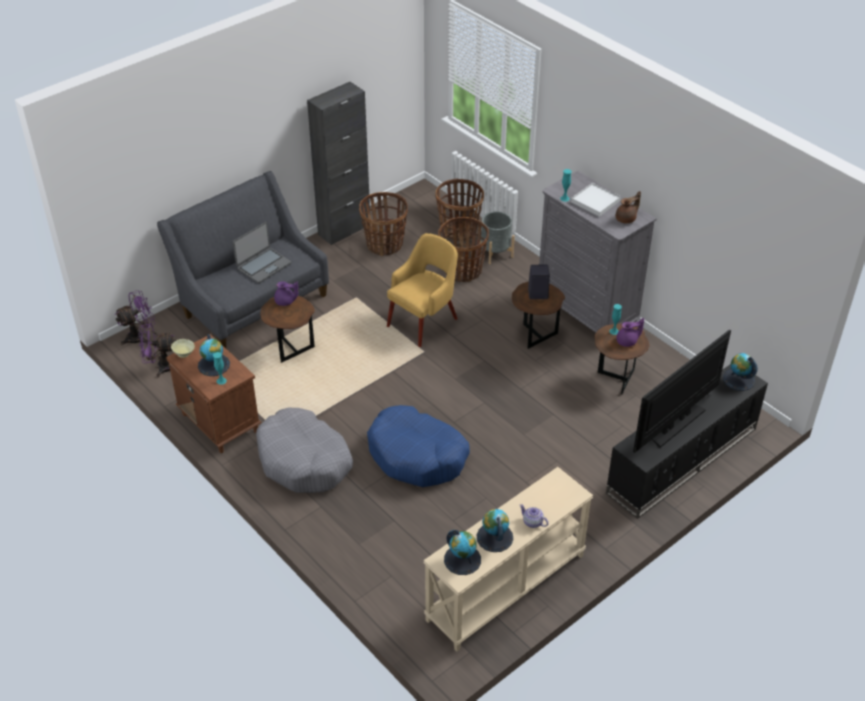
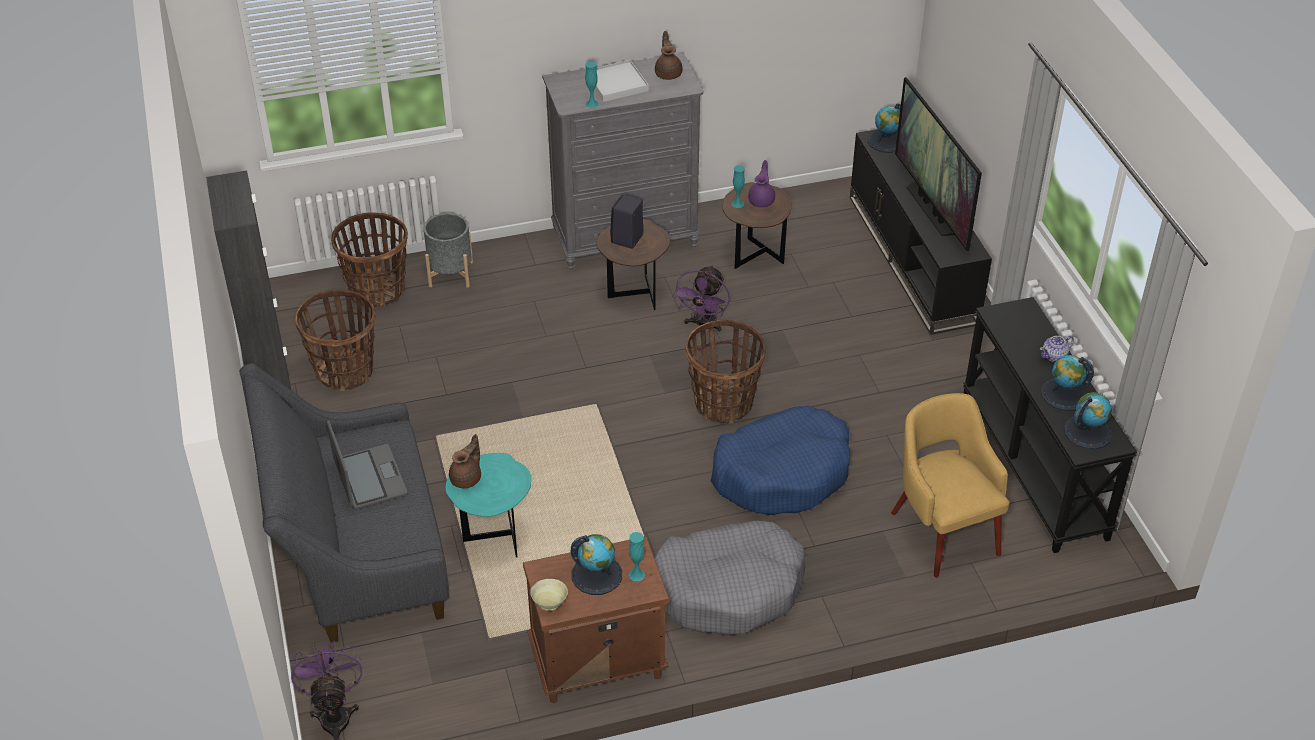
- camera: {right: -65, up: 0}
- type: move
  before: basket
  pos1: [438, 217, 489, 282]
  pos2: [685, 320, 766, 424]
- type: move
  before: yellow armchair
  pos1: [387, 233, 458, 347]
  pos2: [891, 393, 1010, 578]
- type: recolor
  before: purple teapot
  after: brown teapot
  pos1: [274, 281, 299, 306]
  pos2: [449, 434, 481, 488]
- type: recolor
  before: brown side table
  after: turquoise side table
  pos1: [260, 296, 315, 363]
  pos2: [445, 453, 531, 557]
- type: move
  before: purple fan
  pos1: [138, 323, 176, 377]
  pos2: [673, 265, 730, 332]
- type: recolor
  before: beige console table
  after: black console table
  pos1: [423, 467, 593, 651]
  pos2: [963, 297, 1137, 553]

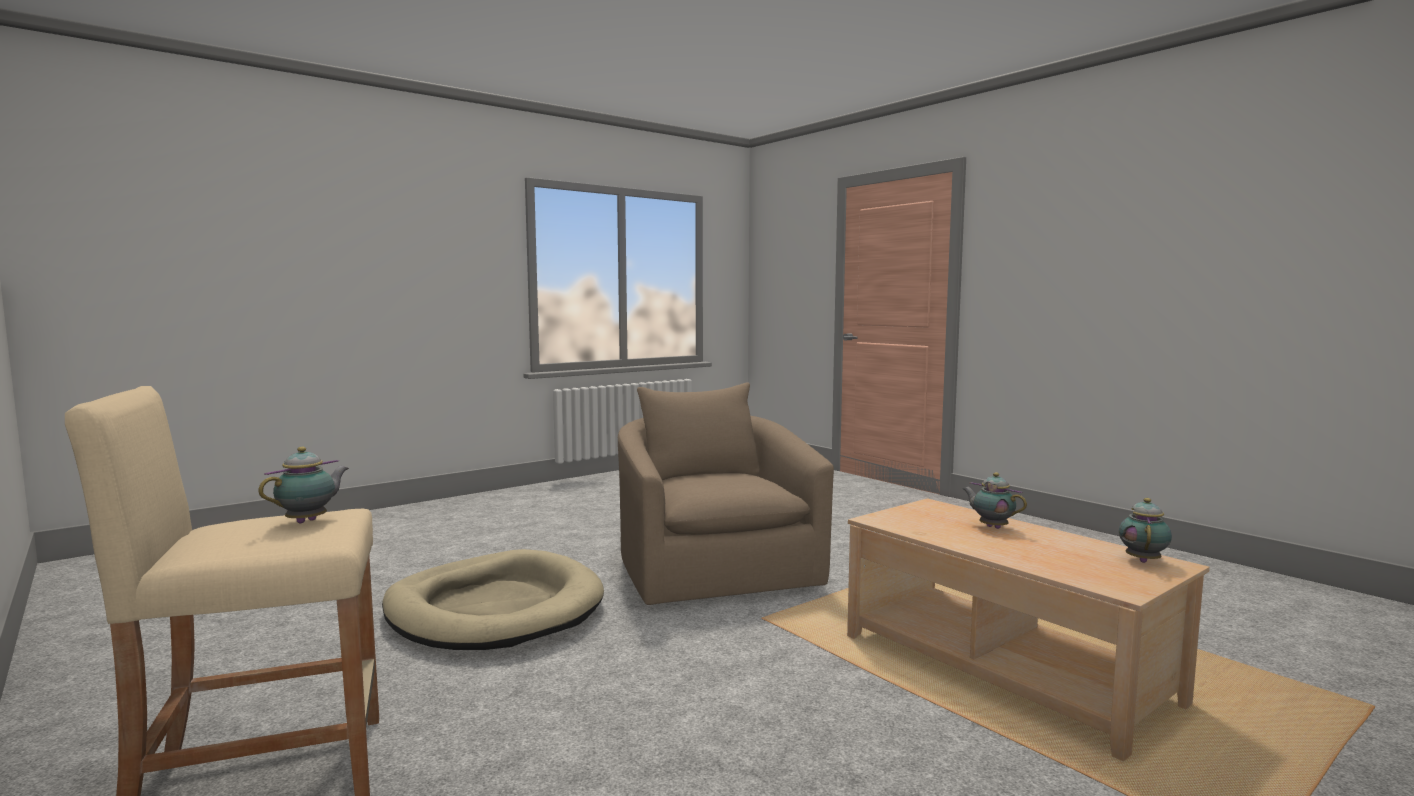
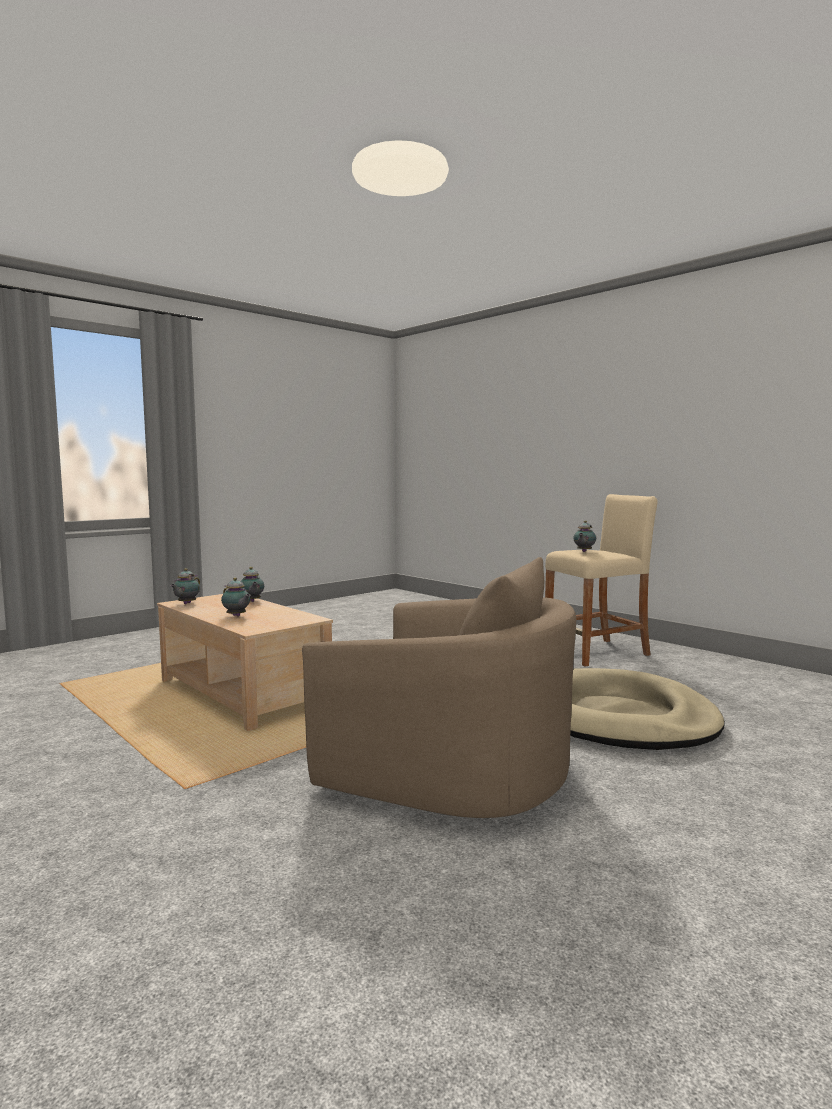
- camera: {right: 175, up: 0}
- type: rotate
  before: beige armchair
  pos1: [618, 383, 834, 605]
  pos2: [302, 557, 576, 818]
  turn: -45
- type: insert
  after: teapot
  pos2: [241, 567, 264, 602]

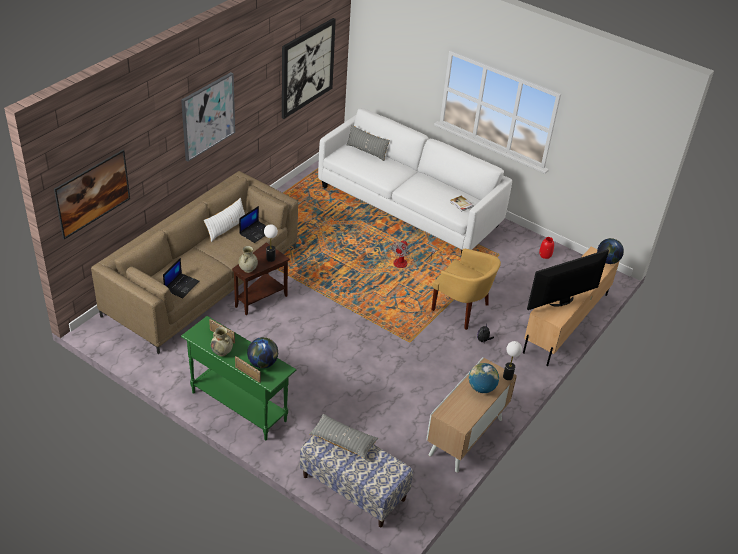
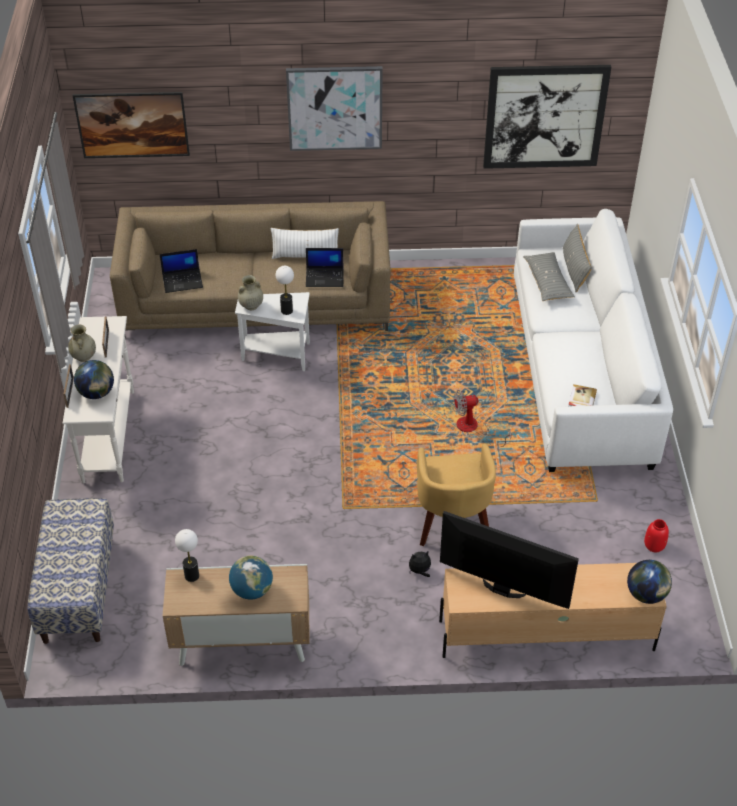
- camera: {right: 55, up: 5}
- type: recolor
  before: brown side table
  after: white side table
  pos1: [232, 243, 290, 315]
  pos2: [235, 292, 310, 371]
- type: recolor
  before: green console table
  after: white console table
  pos1: [181, 316, 296, 440]
  pos2: [63, 316, 134, 484]
- type: move
  before: table lamp
  pos1: [503, 341, 522, 380]
  pos2: [175, 529, 199, 582]
- type: move
  before: grey pillow
  pos1: [309, 414, 378, 459]
  pos2: [523, 252, 575, 301]

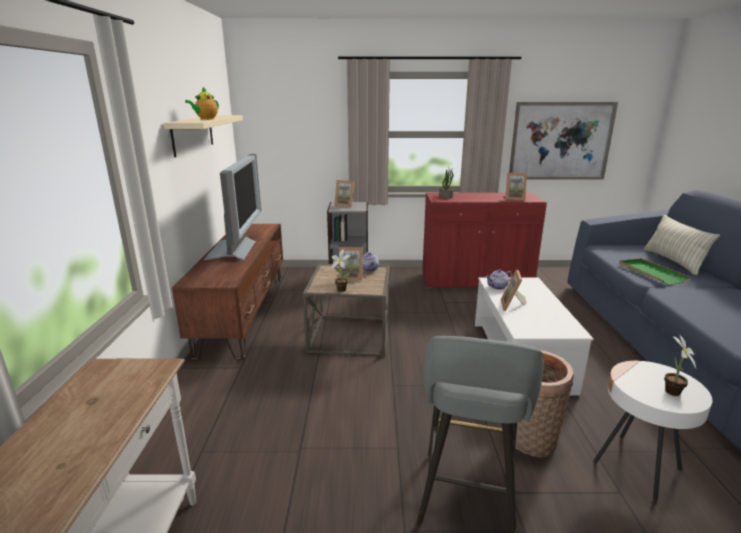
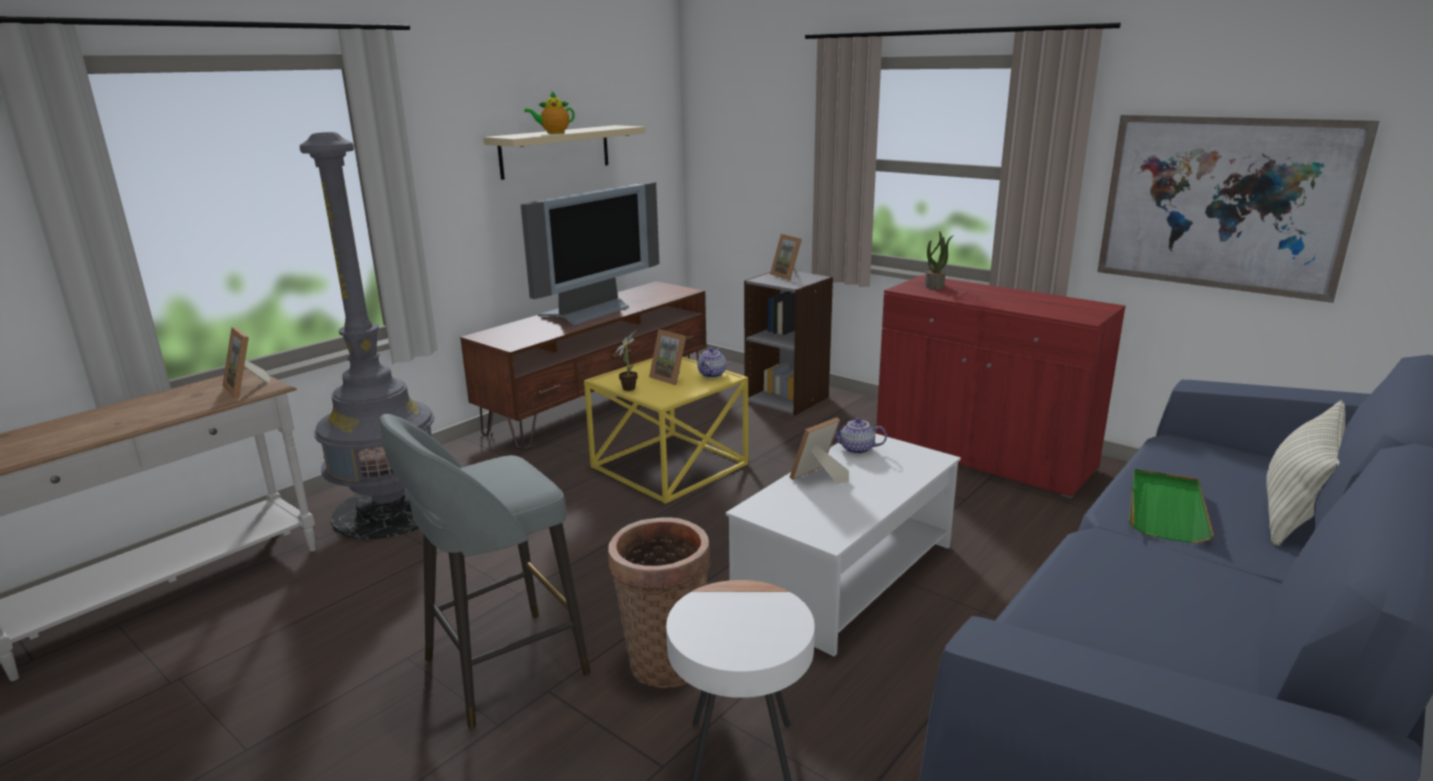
- camera: {right: 40, up: 0}
- type: move
  before: picture frame
  pos1: [505, 173, 527, 200]
  pos2: [222, 327, 271, 398]
- type: recolor
  before: brown side table
  after: yellow side table
  pos1: [303, 264, 390, 357]
  pos2: [584, 356, 748, 504]
- type: delete
  before: potted plant
  pos1: [664, 334, 696, 396]
- type: insert
  after: grey floor lamp
  pos2: [300, 132, 434, 539]

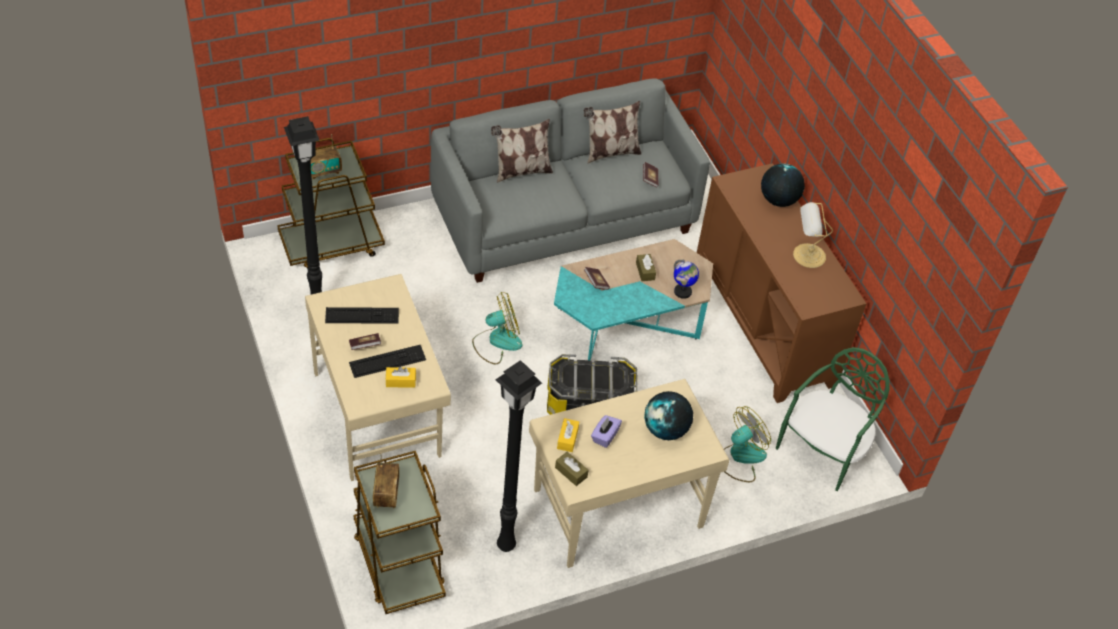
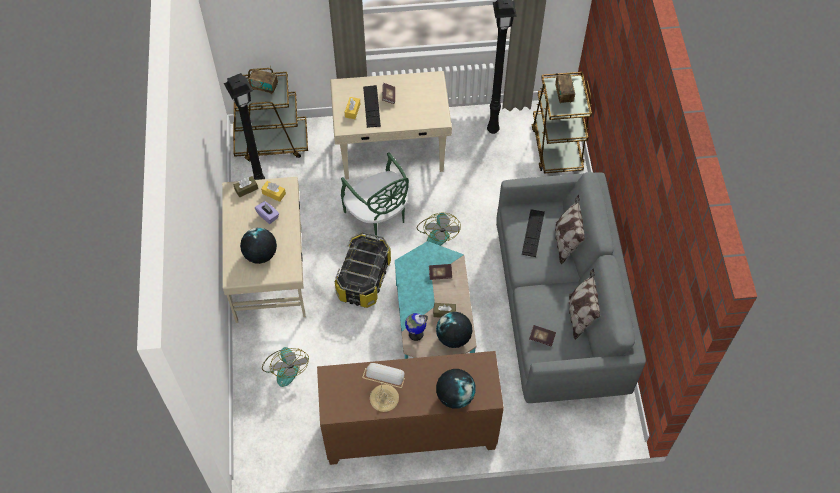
- camera: {right: 110, up: 10}
- type: move
  before: keyboard
  pos1: [325, 307, 399, 324]
  pos2: [522, 210, 545, 257]
- type: move
  before: green chair
  pos1: [776, 347, 889, 491]
  pos2: [341, 152, 409, 238]
- type: insert
  after: globe
  pos2: [436, 312, 472, 348]

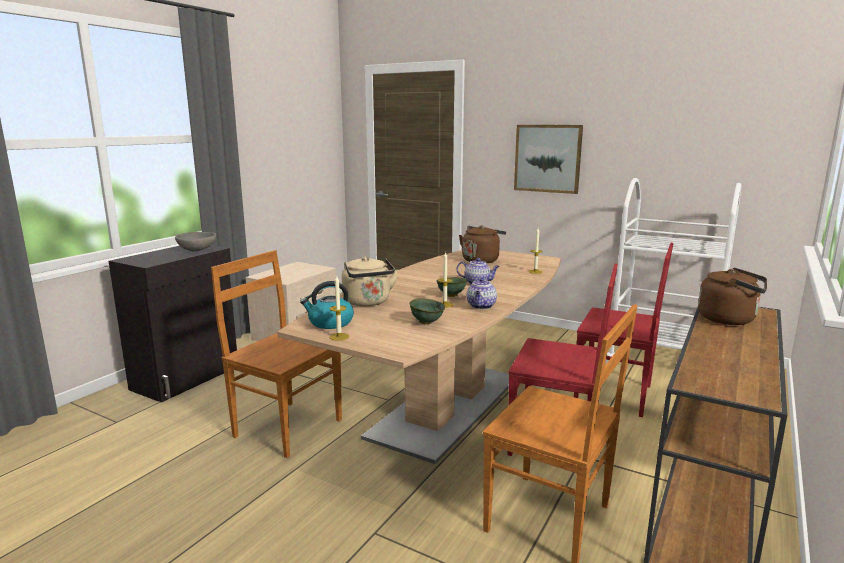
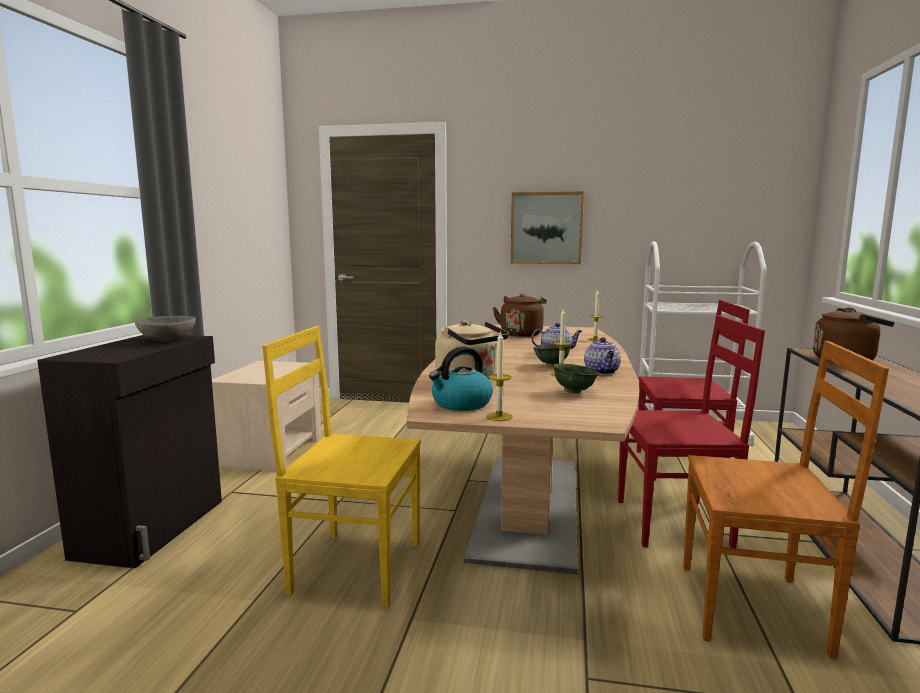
- camera: {right: -20, up: -5}
- type: recolor
  before: brown chair
  after: yellow chair
  pos1: [211, 250, 342, 458]
  pos2: [262, 326, 421, 607]

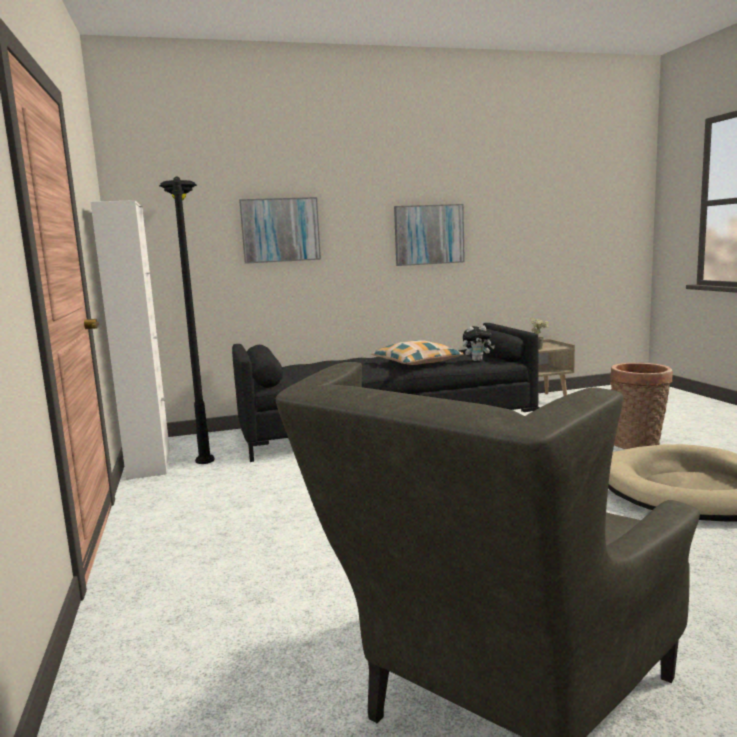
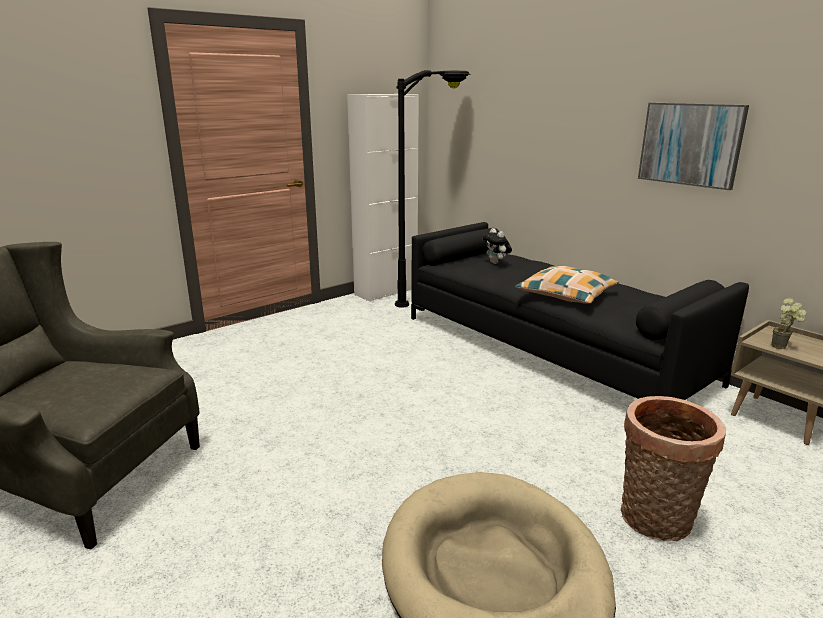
- camera: {right: 65, up: 10}
- type: delete
  before: picture
  pos1: [239, 197, 321, 264]
- type: move
  before: plush toy
  pos1: [463, 325, 495, 361]
  pos2: [482, 228, 512, 264]

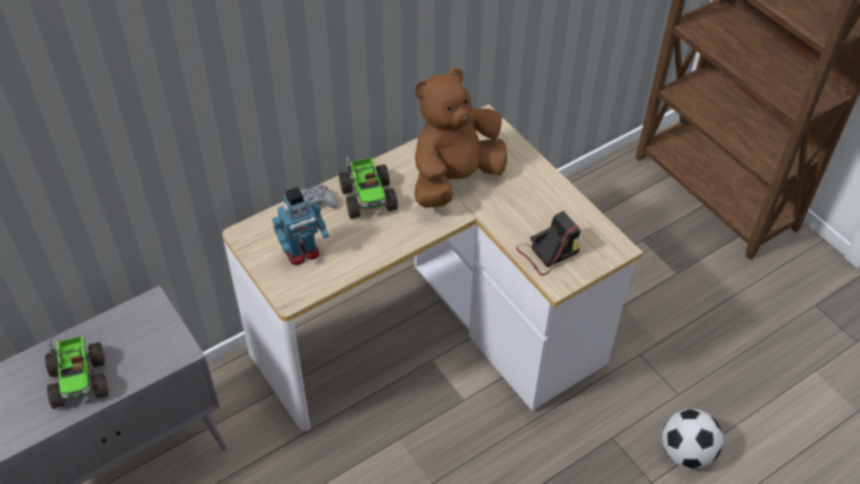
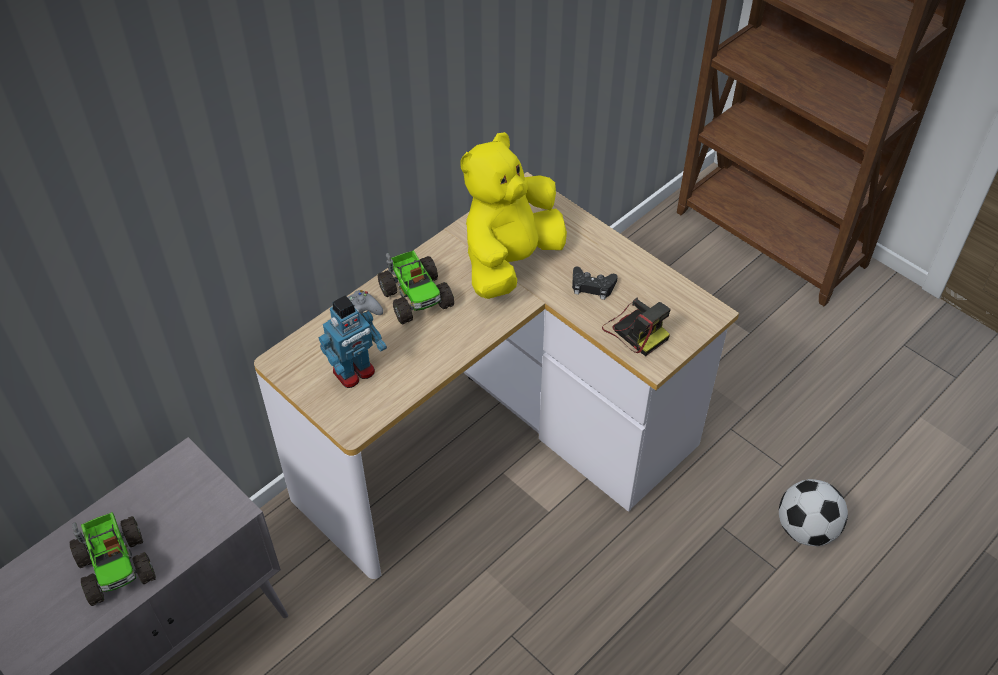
- camera: {right: -10, up: 0}
- type: recolor
  before: brown plush toy
  after: yellow plush toy
  pos1: [414, 68, 507, 208]
  pos2: [461, 132, 567, 299]
- type: rotate
  before: photo camera
  pos1: [516, 211, 581, 276]
  pos2: [602, 298, 671, 356]
  turn: 90
- type: insert
  after: black game controller
  pos2: [572, 267, 618, 300]

